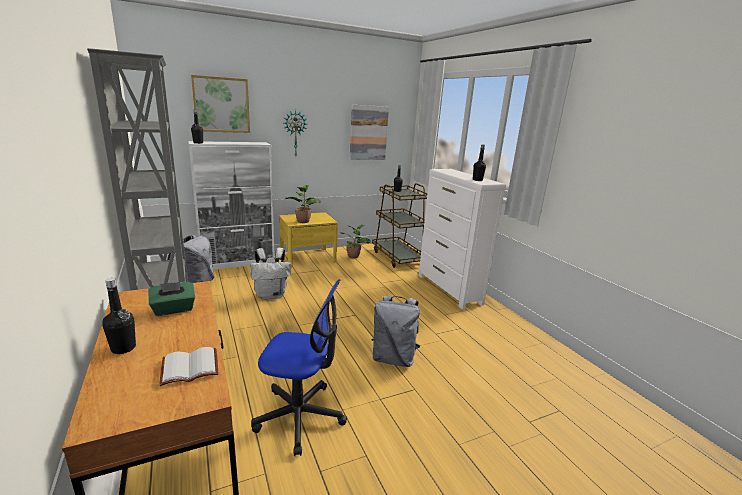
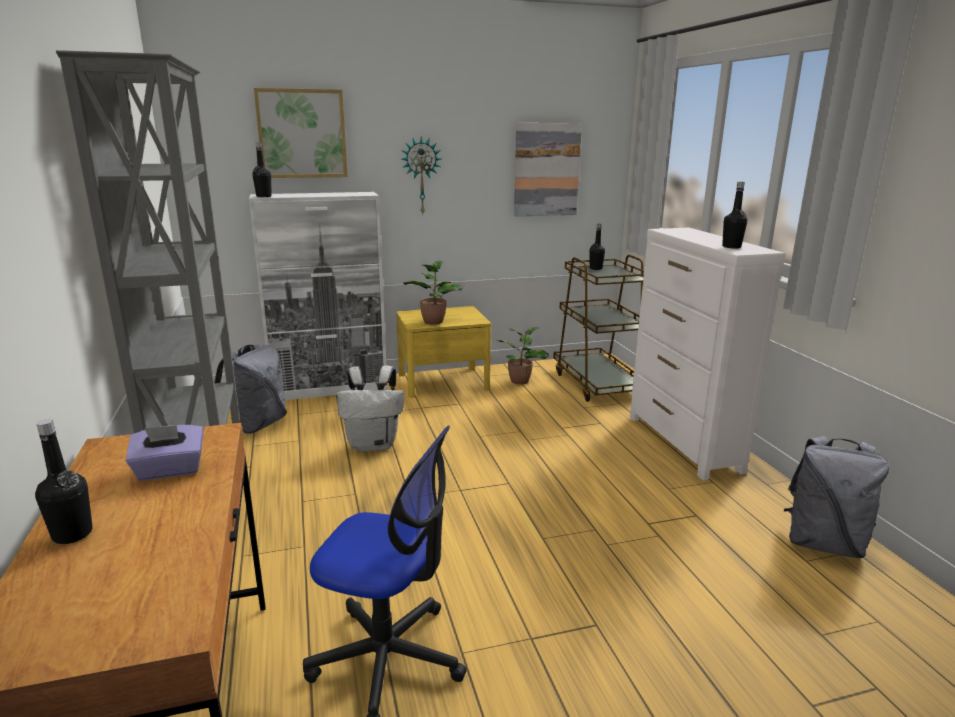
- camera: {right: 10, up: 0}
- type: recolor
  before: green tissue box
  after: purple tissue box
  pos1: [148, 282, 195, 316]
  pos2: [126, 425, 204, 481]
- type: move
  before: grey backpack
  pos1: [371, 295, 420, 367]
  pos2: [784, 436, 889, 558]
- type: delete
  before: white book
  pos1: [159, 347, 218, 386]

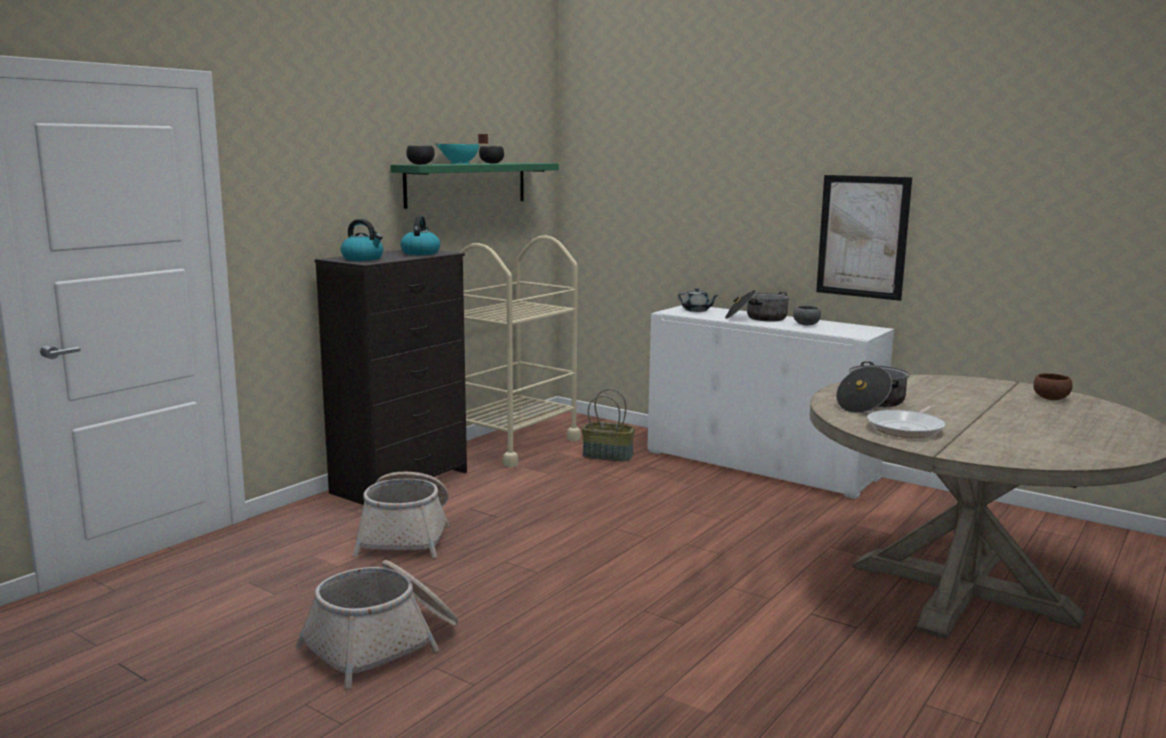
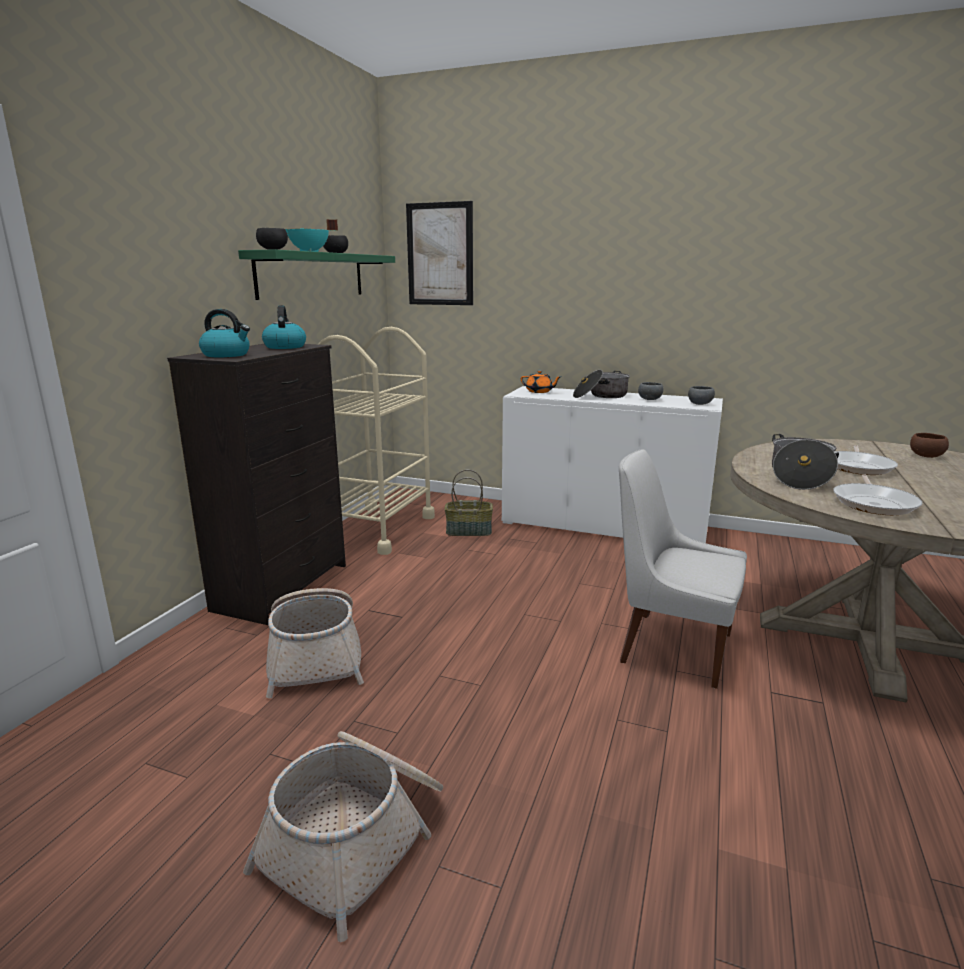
- camera: {right: -15, up: 5}
- type: move
  before: picture
  pos1: [816, 175, 912, 301]
  pos2: [406, 201, 473, 305]
- type: recolor
  before: grey teapot
  after: orange teapot
  pos1: [678, 288, 718, 312]
  pos2: [521, 371, 560, 393]
- type: insert
  after: grey bowl
  pos2: [688, 386, 715, 405]
- type: insert
  after: frying pan
  pos2: [834, 445, 898, 475]
- type: insert
  after: white chair
  pos2: [619, 449, 747, 689]

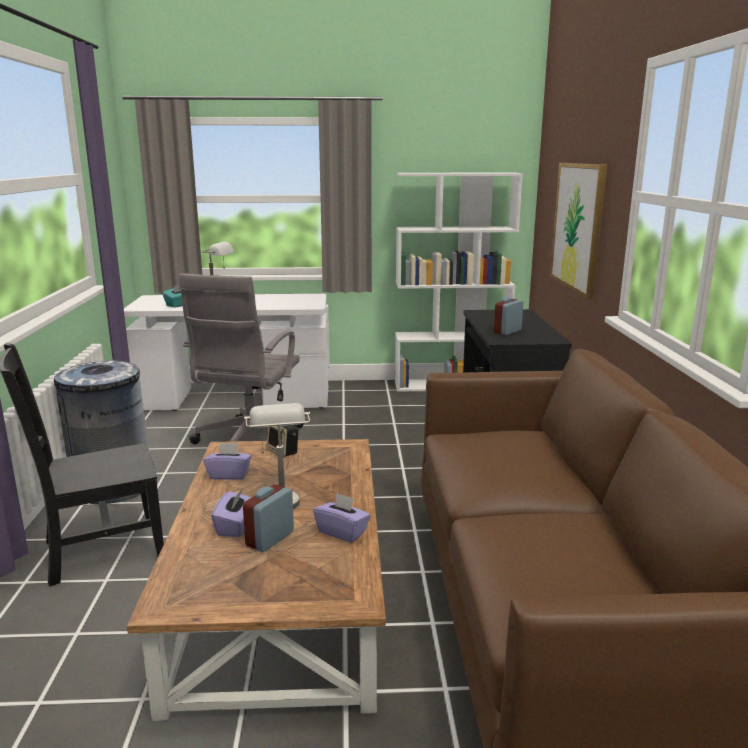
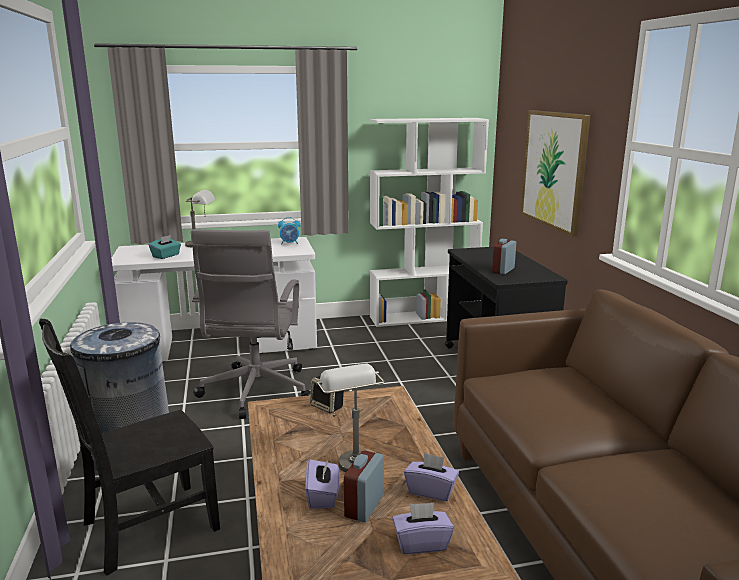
- camera: {right: -10, up: 0}
- type: move
  before: purple tissue box
  pos1: [203, 443, 252, 480]
  pos2: [392, 502, 454, 554]
- type: insert
  after: alarm clock
  pos2: [278, 217, 300, 245]

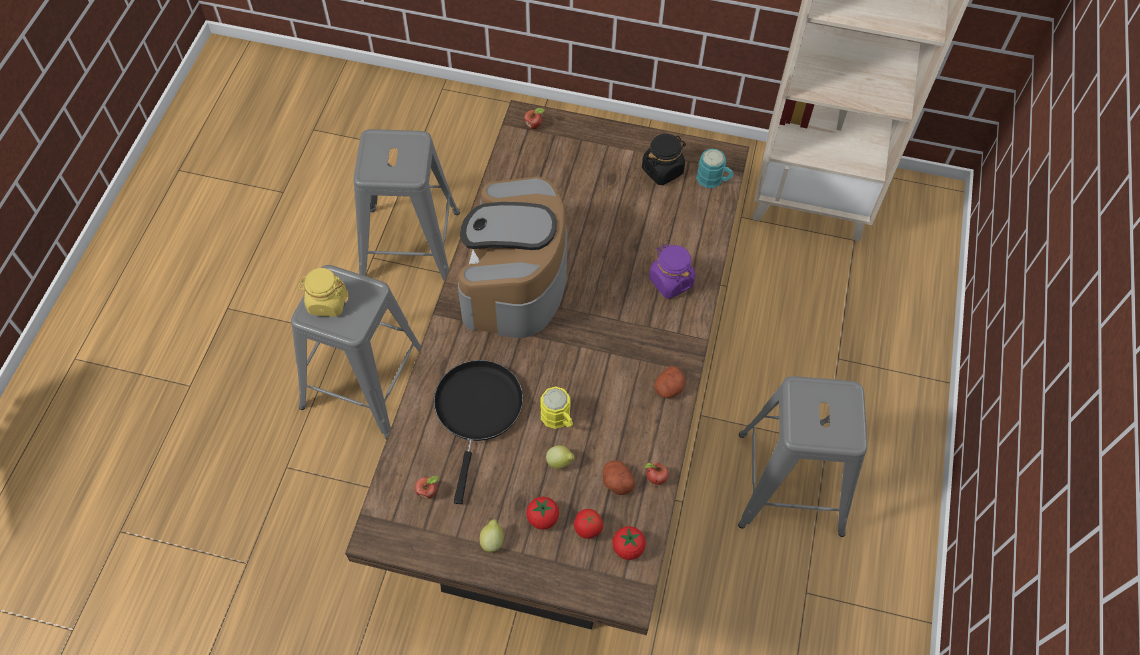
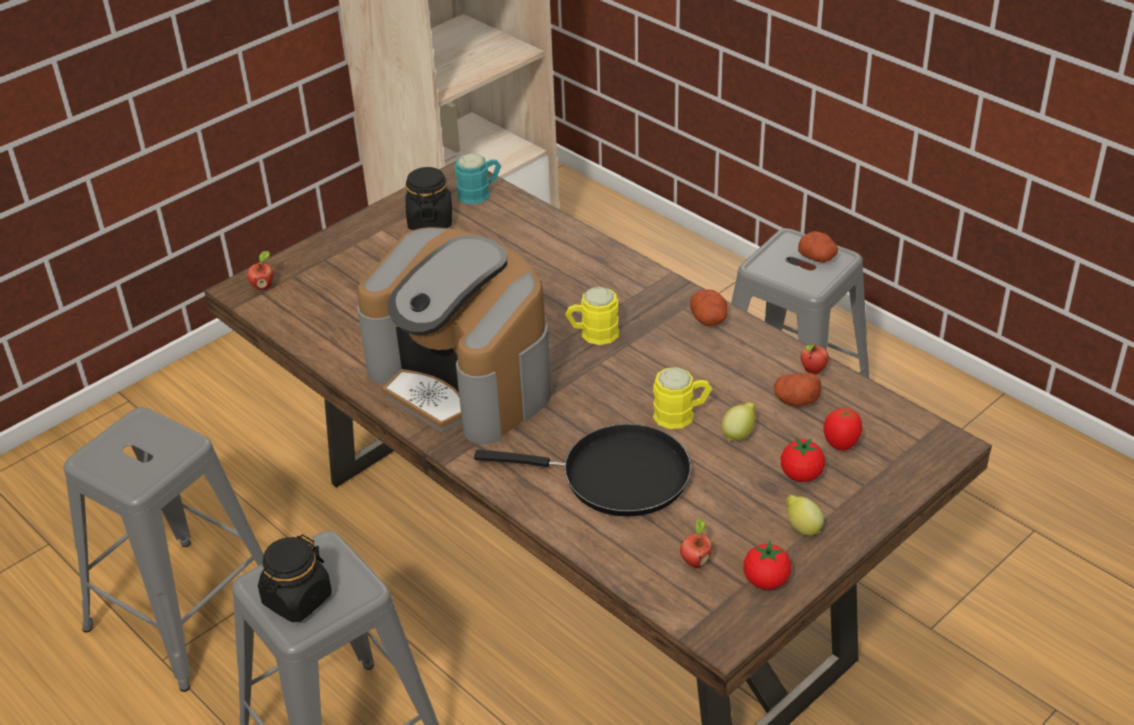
- camera: {right: -55, up: -20}
- type: delete
  before: purple jar
  pos1: [649, 244, 695, 298]
- type: recolor
  before: yellow jar
  after: black jar
  pos1: [298, 268, 348, 317]
  pos2: [258, 534, 332, 622]
- type: rotate
  before: black frying pan
  pos1: [434, 360, 523, 504]
  pos2: [474, 424, 691, 517]
  turn: 150
- type: move
  before: tomato
  pos1: [612, 526, 646, 560]
  pos2: [743, 541, 791, 590]
- type: insert
  after: potato
  pos2: [798, 231, 838, 263]
- type: insert
  after: yellow mug
  pos2: [565, 287, 619, 345]

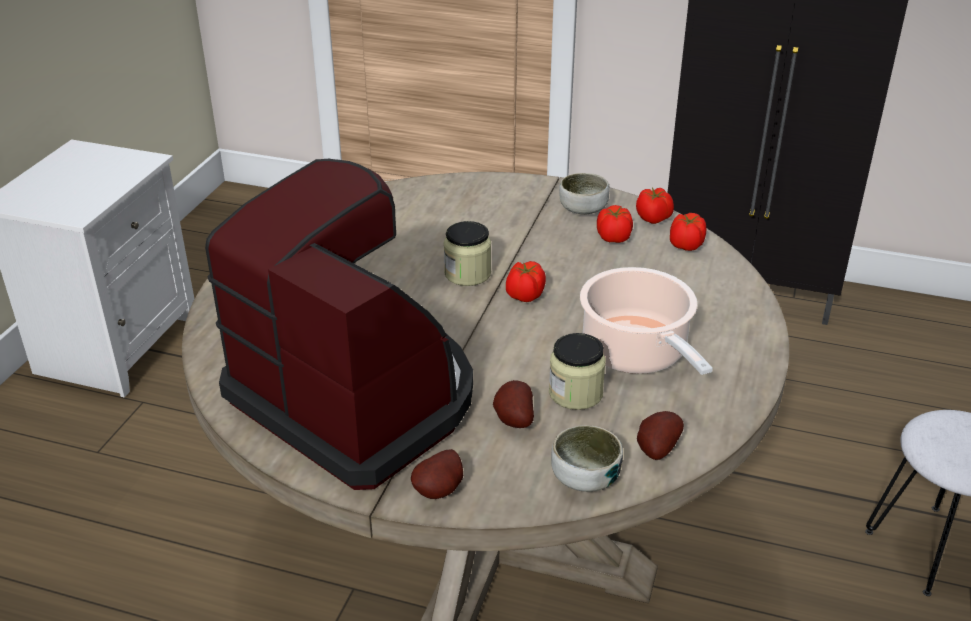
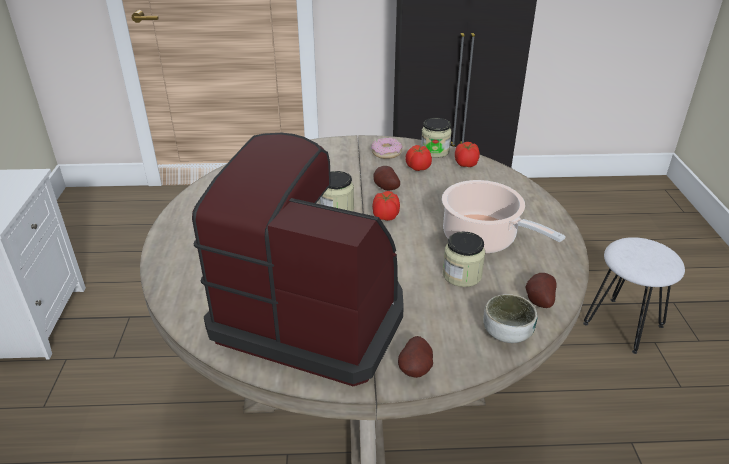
- camera: {right: -20, up: 0}
- type: replace
  before: bowl
  after: donut
  pos1: [559, 173, 610, 215]
  pos2: [371, 138, 403, 159]
- type: replace
  before: tomato
  after: jar
  pos1: [636, 187, 674, 224]
  pos2: [421, 118, 452, 158]
- type: move
  before: potato
  pos1: [493, 380, 534, 428]
  pos2: [373, 166, 400, 191]

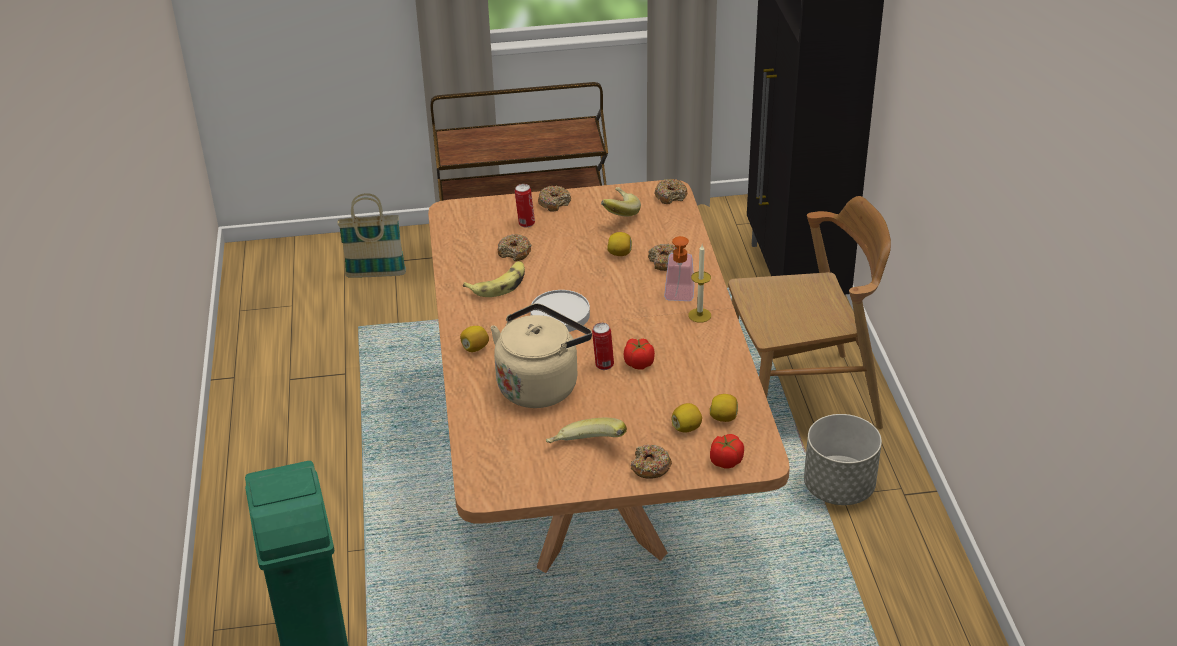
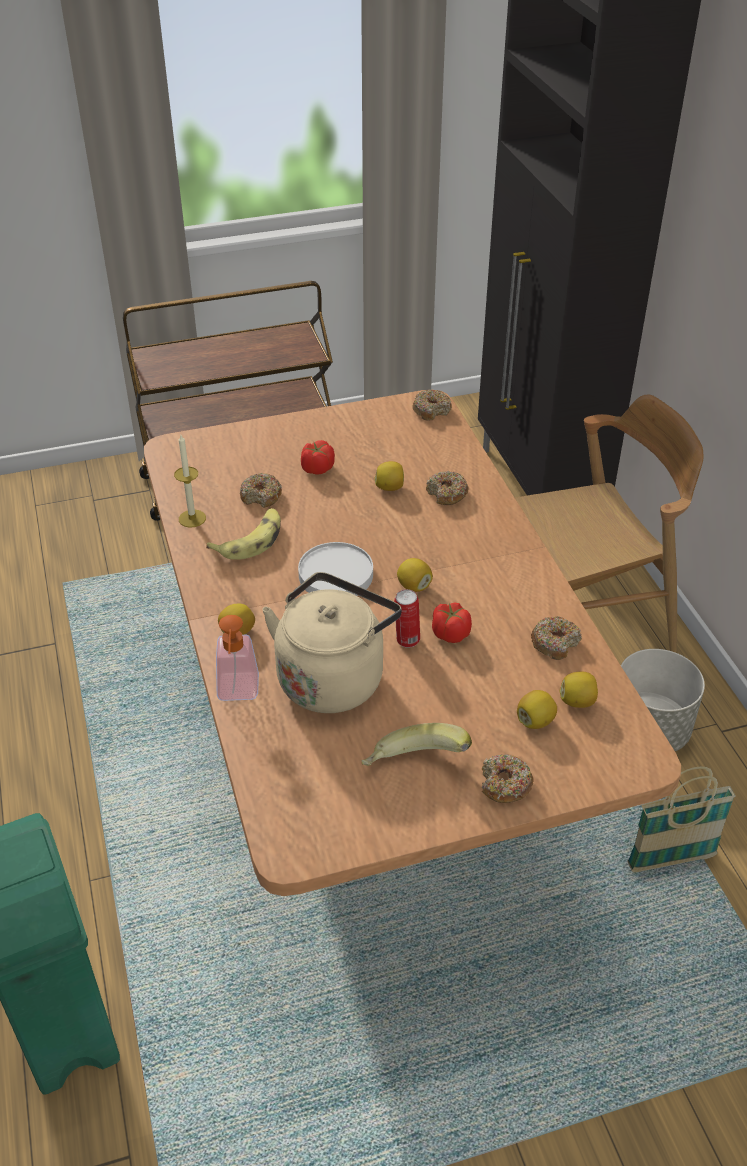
- camera: {right: -10, up: 5}
- type: delete
  before: can
  pos1: [515, 184, 535, 228]
- type: move
  before: donut
  pos1: [538, 186, 571, 212]
  pos2: [531, 616, 582, 660]
- type: delete
  before: banana
  pos1: [601, 187, 641, 217]
- type: move
  before: basket
  pos1: [337, 193, 406, 278]
  pos2: [627, 767, 736, 872]
- type: move
  before: soap dispenser
  pos1: [664, 236, 694, 301]
  pos2: [216, 615, 259, 701]
- type: move
  before: candle
  pos1: [688, 245, 711, 323]
  pos2: [174, 435, 206, 528]
- type: move
  before: tomato
  pos1: [710, 434, 744, 468]
  pos2: [301, 440, 335, 475]
- type: insert
  after: lemon
  pos2: [397, 558, 433, 592]

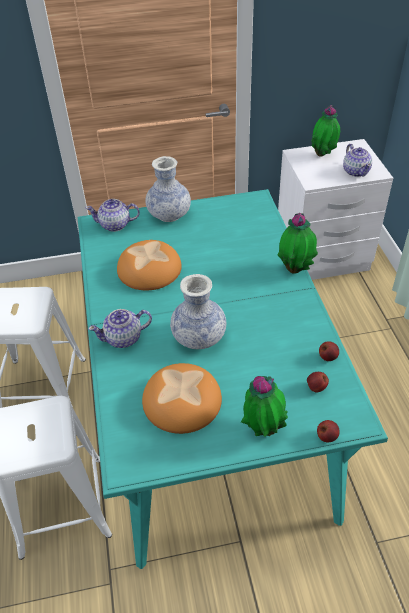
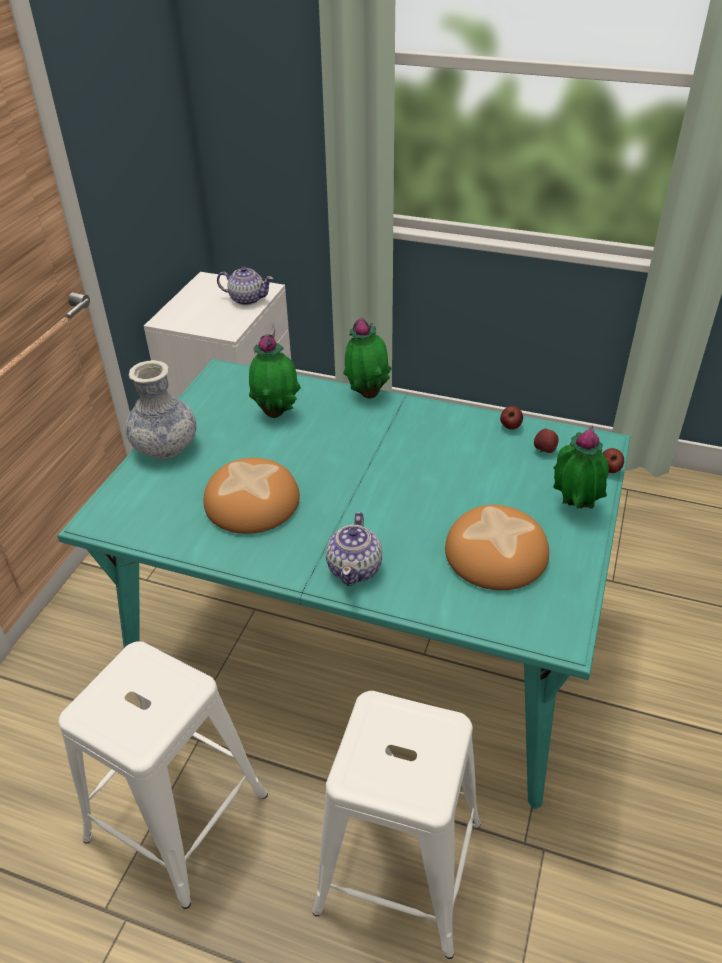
- camera: {right: -60, up: -5}
- type: move
  before: potted plant
  pos1: [311, 105, 340, 157]
  pos2: [249, 334, 301, 418]
- type: delete
  before: teapot
  pos1: [85, 199, 140, 232]
- type: delete
  before: vase
  pos1: [170, 274, 226, 349]

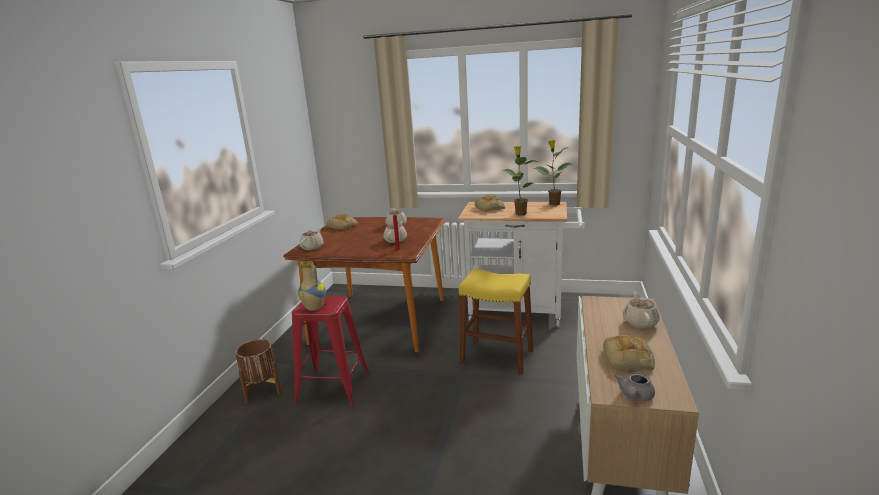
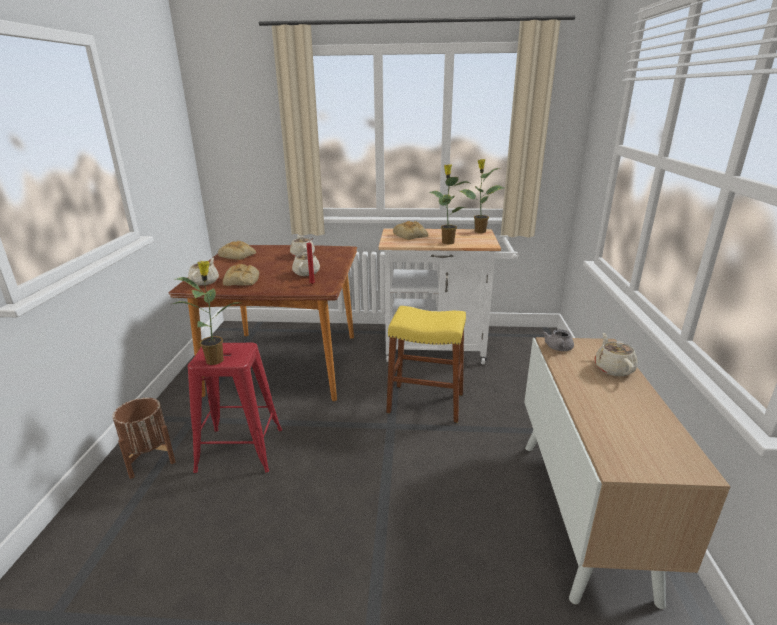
- camera: {right: -10, up: 5}
- type: replace
  before: vase
  after: potted plant
  pos1: [298, 261, 326, 311]
  pos2: [173, 261, 239, 365]
- type: move
  before: bread
  pos1: [603, 335, 655, 371]
  pos2: [223, 264, 259, 286]
- type: move
  before: grey teapot
  pos1: [615, 372, 655, 402]
  pos2: [542, 329, 574, 351]

